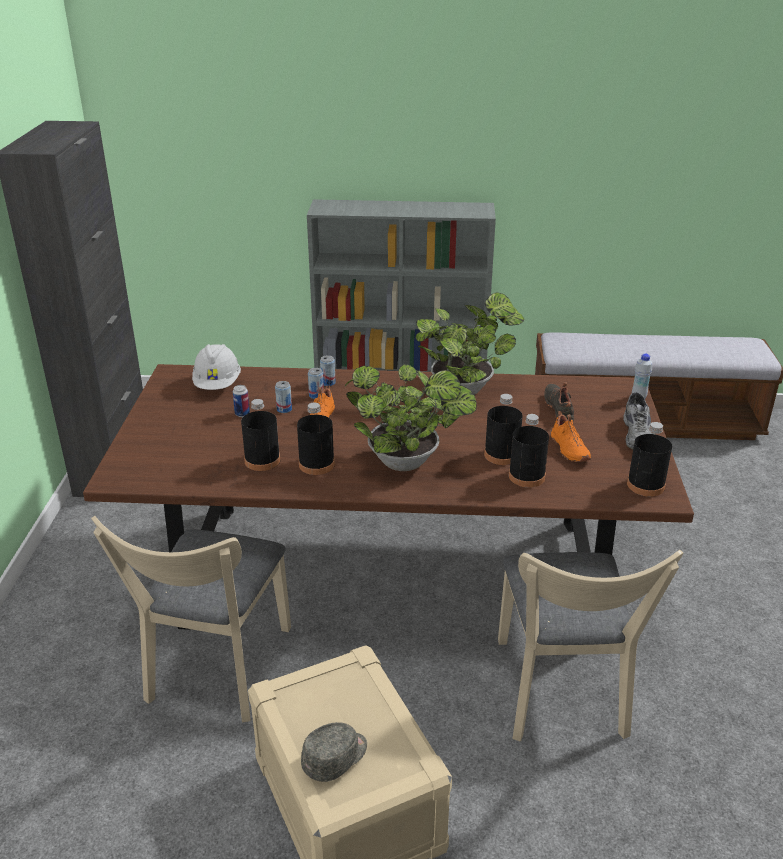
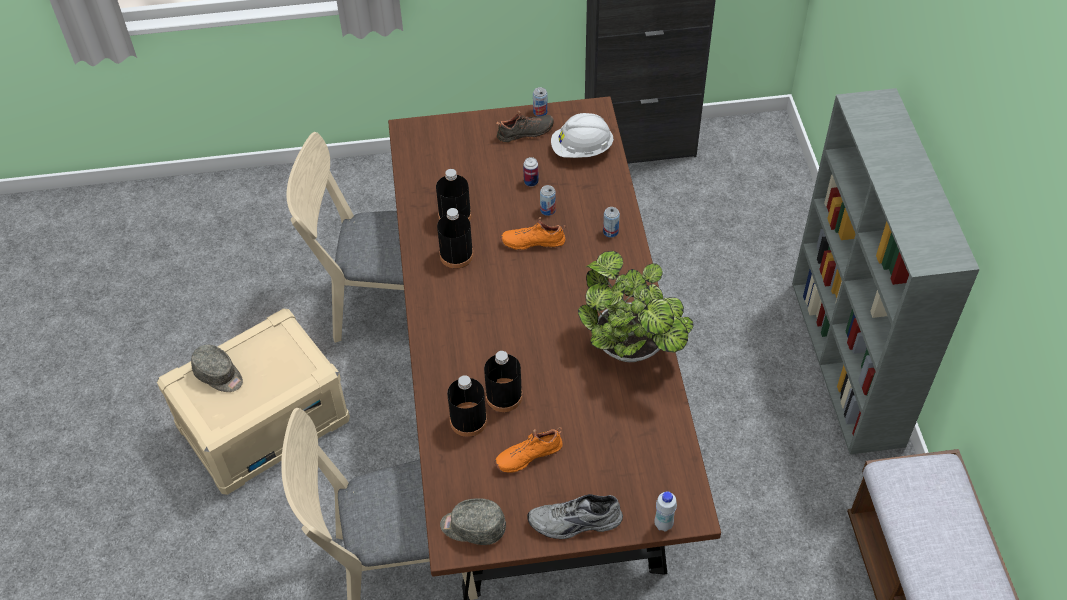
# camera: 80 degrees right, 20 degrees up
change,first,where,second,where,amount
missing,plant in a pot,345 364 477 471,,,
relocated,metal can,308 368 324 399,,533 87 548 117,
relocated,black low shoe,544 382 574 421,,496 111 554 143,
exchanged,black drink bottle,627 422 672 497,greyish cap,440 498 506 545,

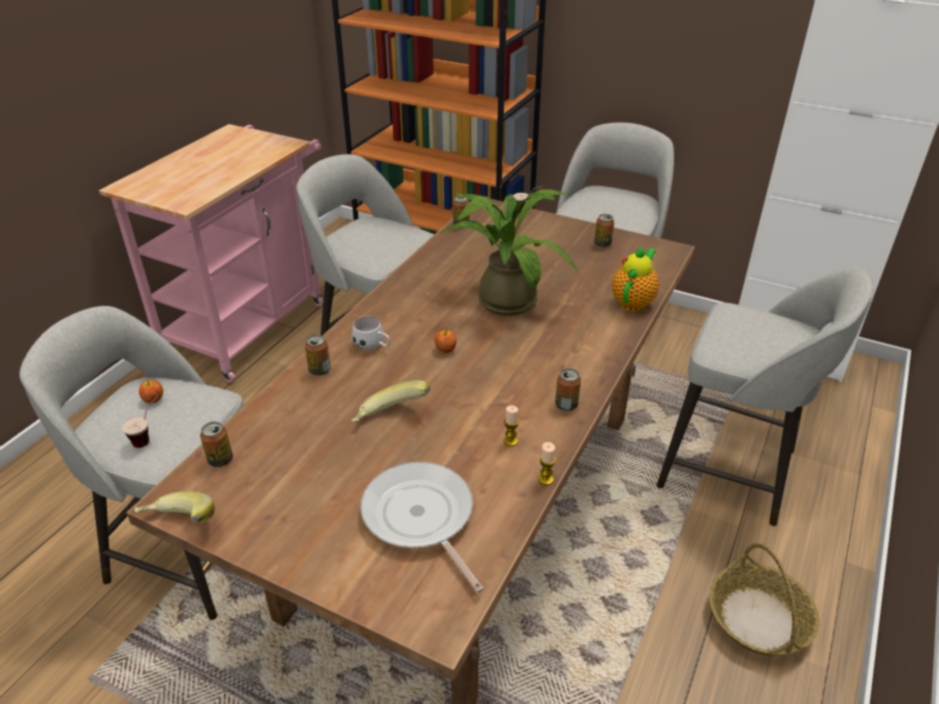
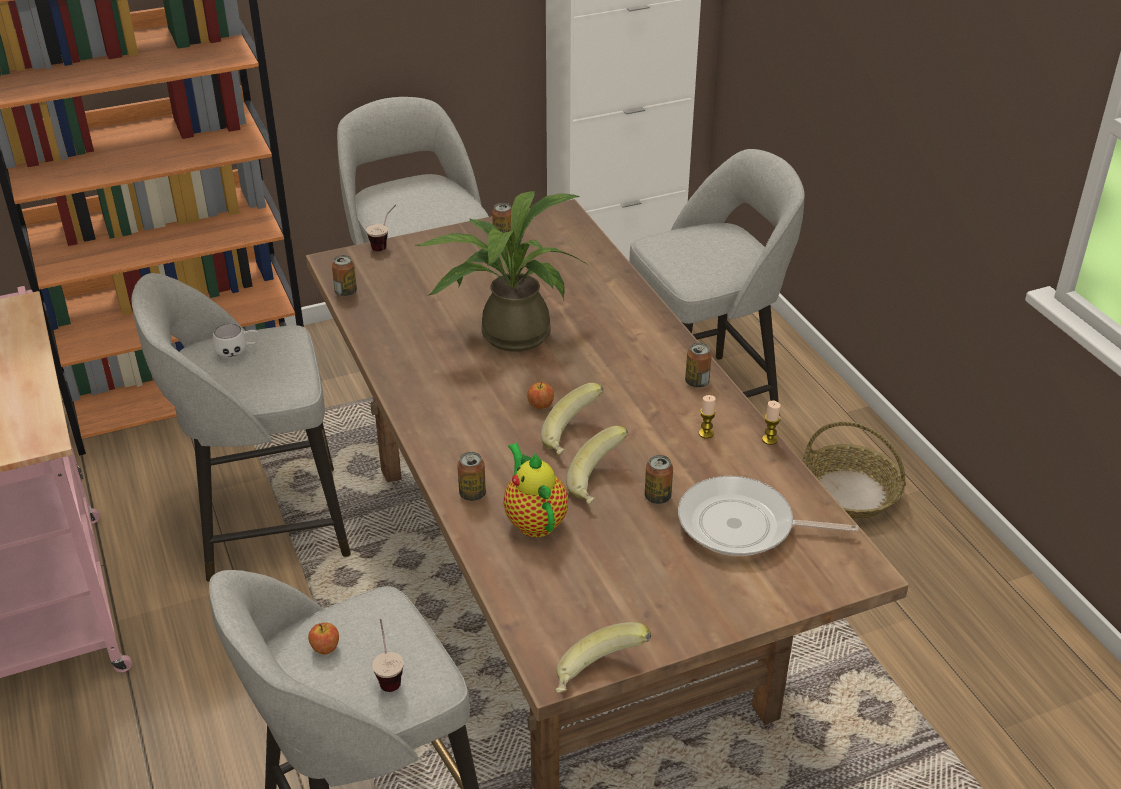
# camera: 50 degrees left, 0 degrees up
change,first,where,second,where,amount
appeared,,,banana fruit,541 383 604 455,
relocated,metal can,200 422 233 467,,645 455 673 504,
relocated,whitish mug,352 317 390 350,,213 323 259 359,
relocated,teapot,612 246 659 311,,503 443 568 537,

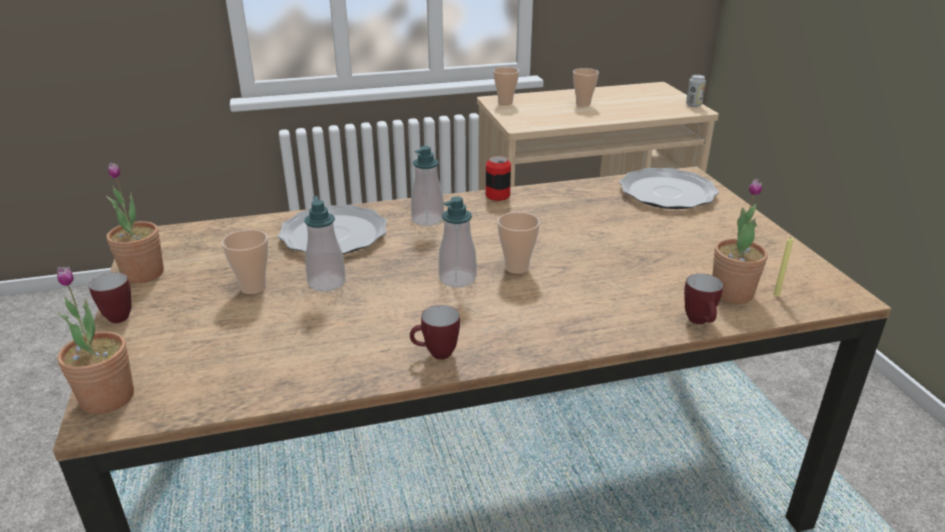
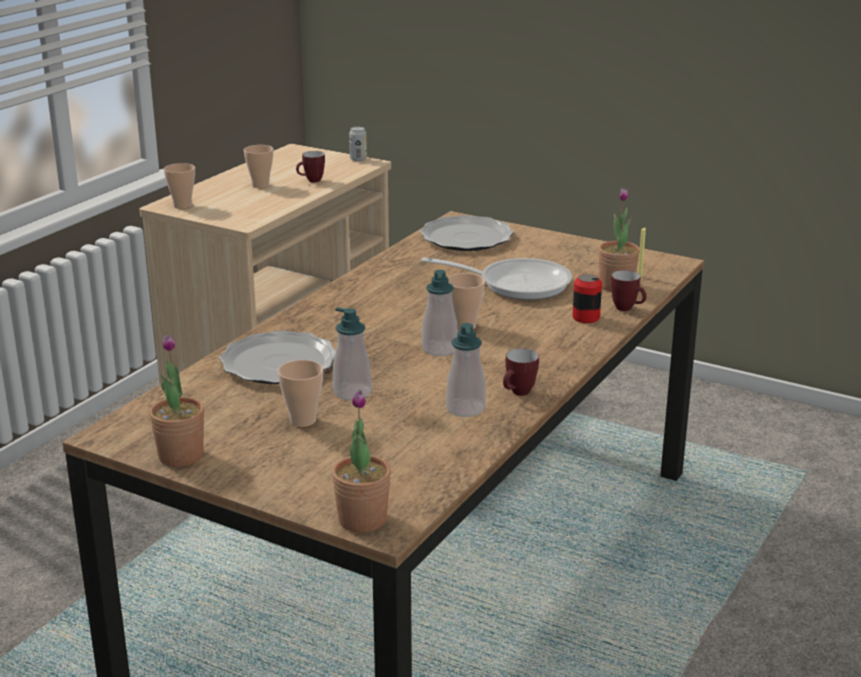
# camera: 45 degrees left, 5 degrees down
change,first,where,second,where,amount
appeared,,,pan,421 257 572 300,
relocated,mug,89 272 132 323,,296 151 325 183,
relocated,soap bottle,411 146 444 226,,446 323 486 417,
relocated,metal can,486 156 511 201,,572 274 602 323,

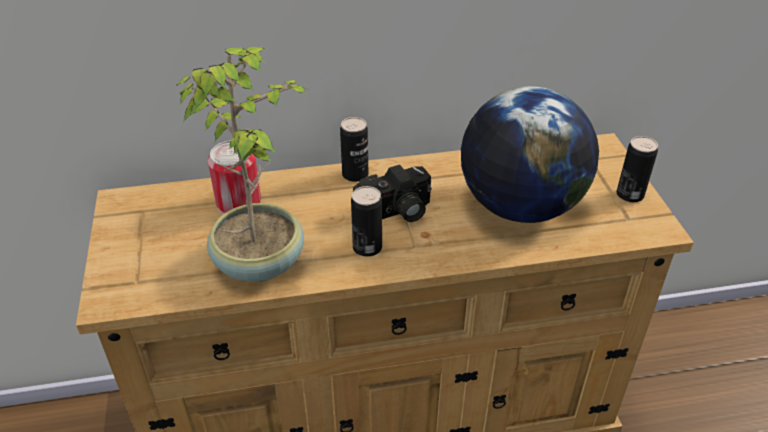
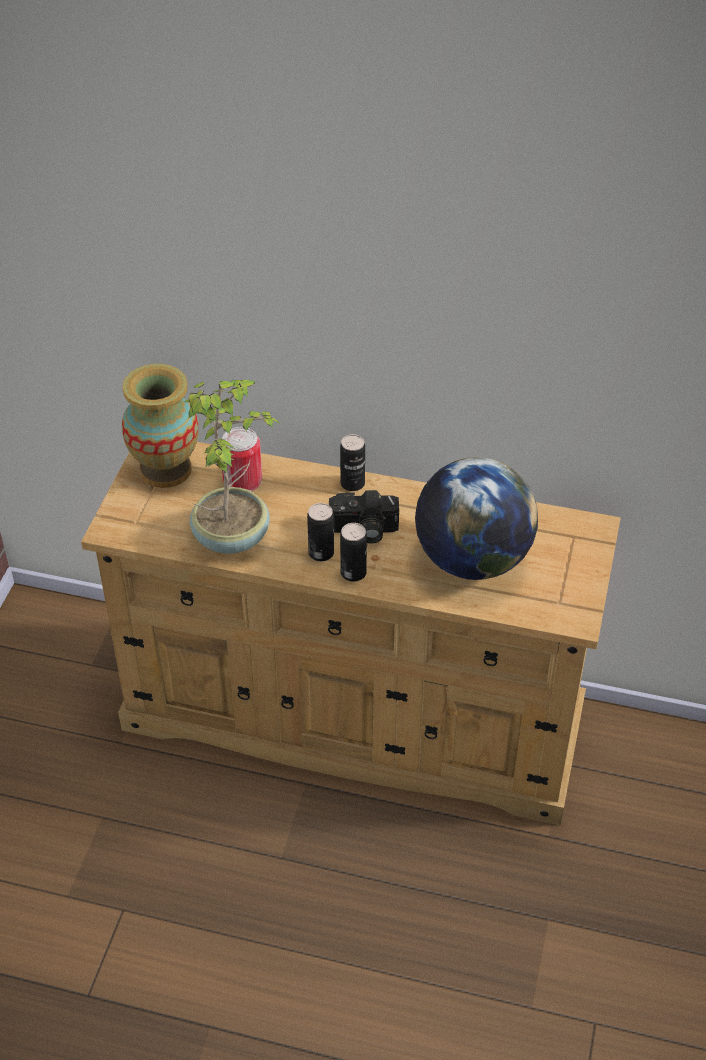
# camera: 25 degrees right, 5 degrees up
change,first,where,second,where,amount
appeared,,,flower vase,122 364 199 488,
relocated,metal can,617 136 658 202,,340 523 367 582,

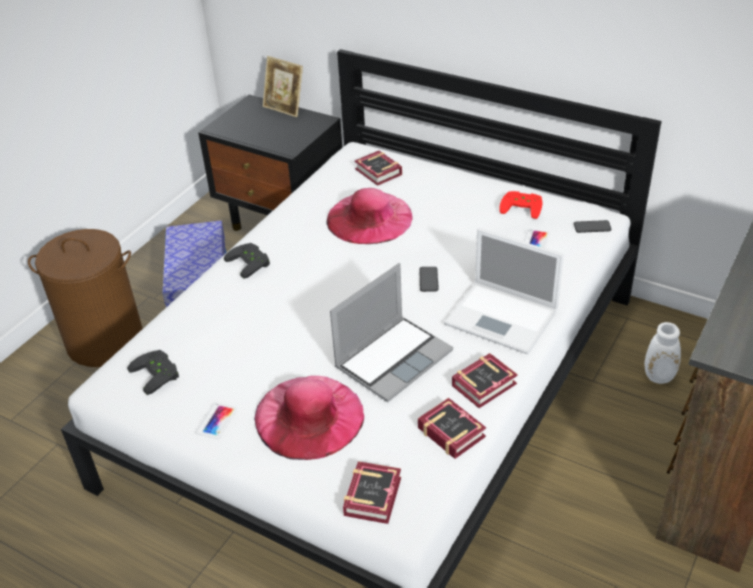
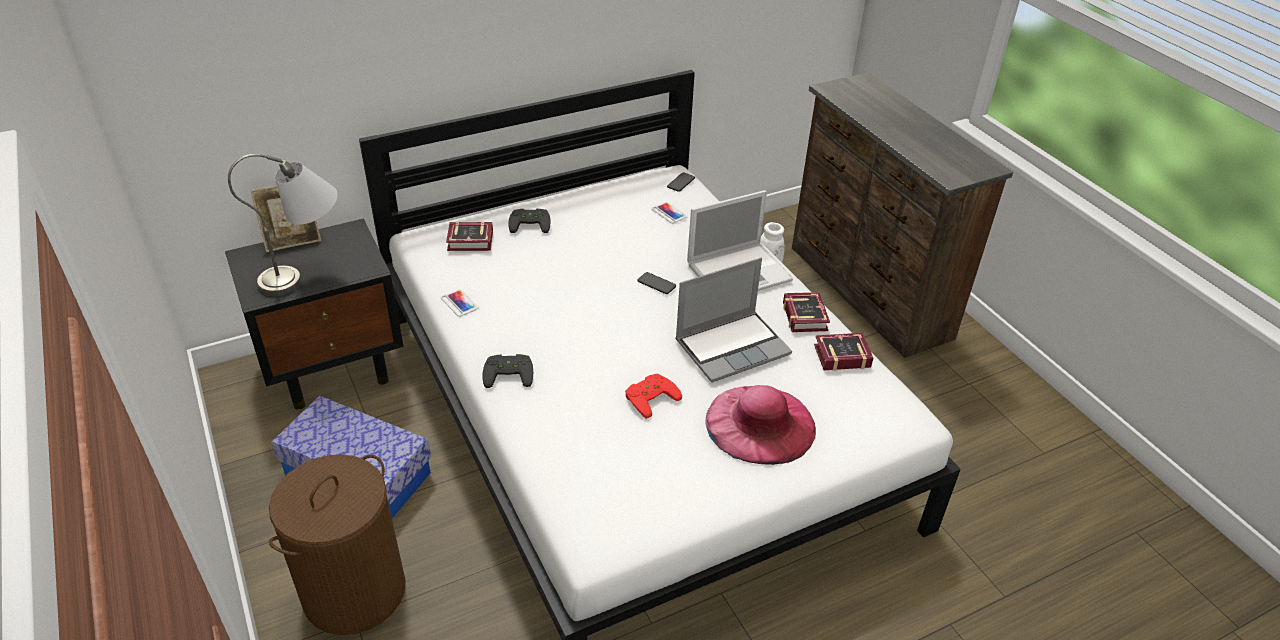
# camera: 60 degrees left, 0 degrees up
change,first,where,second,where,amount
missing,pink clothing hat,326 188 413 244,,,
missing,volume,343 461 401 524,,,
appeared,,,greyish tabletop lamp,228 154 338 296,
relocated,black gamepad,127 350 179 395,,508 209 551 233,
relocated,phone,195 402 237 439,,440 289 479 317,
relocated,reddish gamepad,499 191 543 219,,625 373 682 419,
spun,portable computer,330 263 453 402,,675 258 792 383,75 degrees clockwise

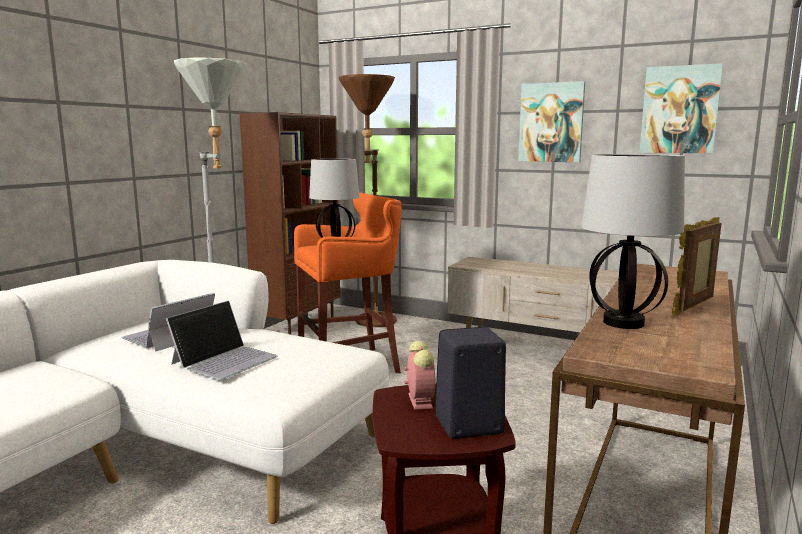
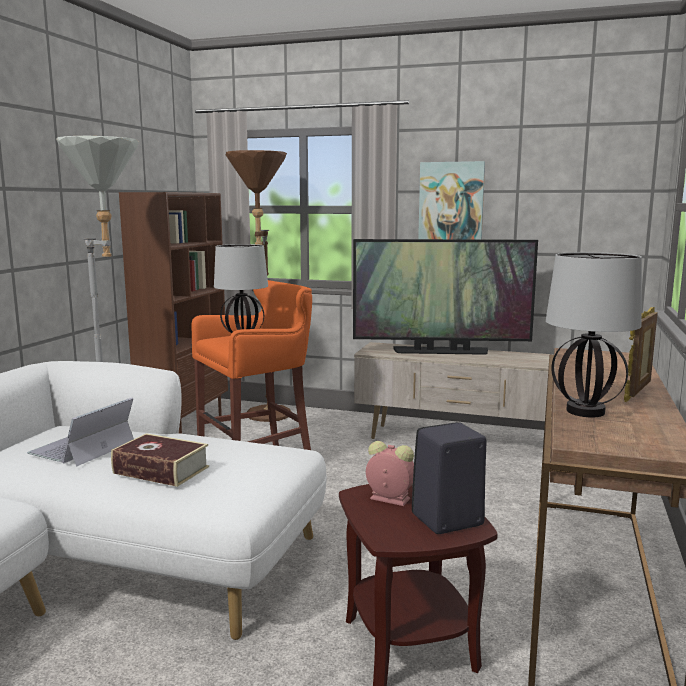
# camera: 10 degrees left, 0 degrees up
change,first,where,second,where,amount
missing,wall picture,639 63 723 153,,,
appeared,,,TV set,353 239 538 355,
exchanged,portable computer,166 301 278 380,volume,111 433 209 487,
spun,alarm clock,404 341 436 410,,366 441 414 506,45 degrees counterclockwise

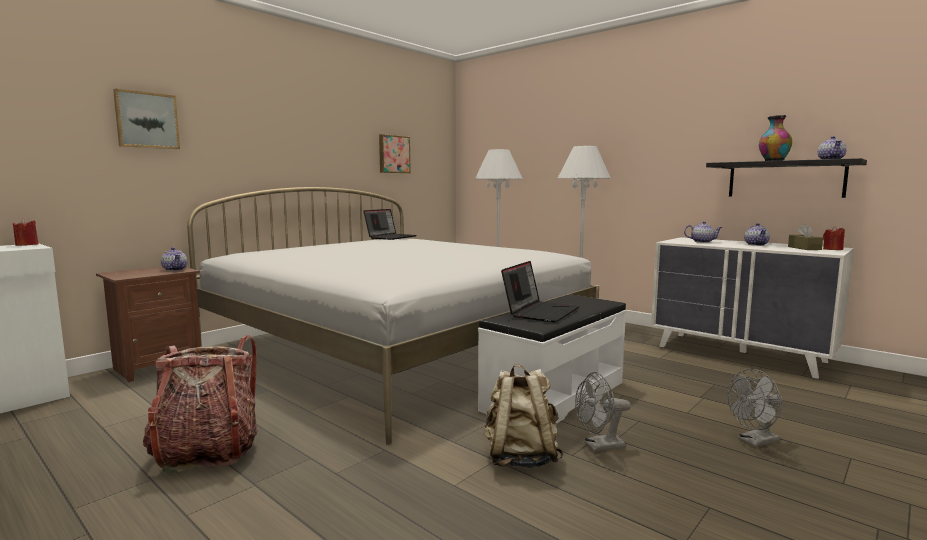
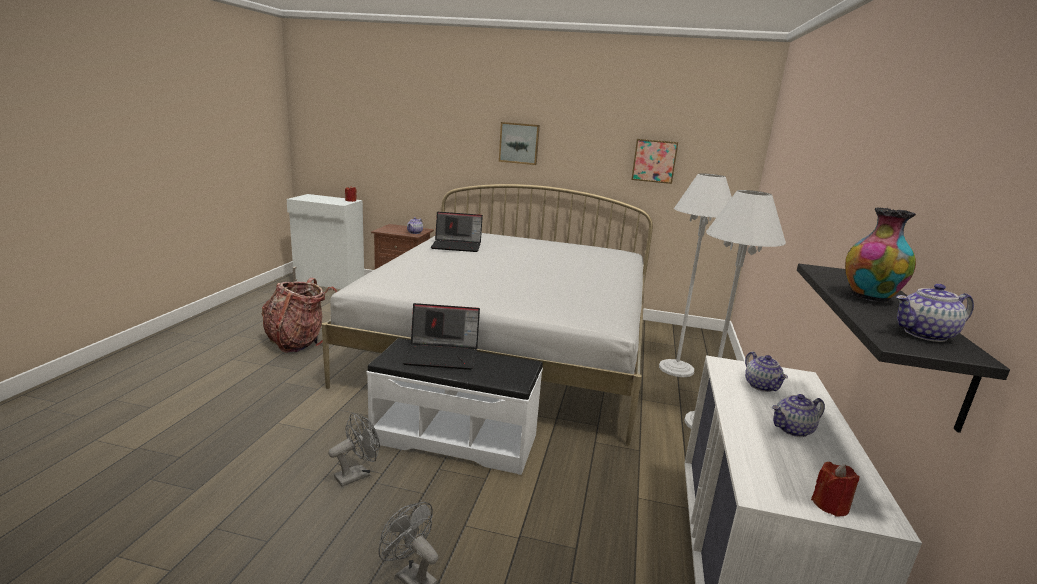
# camera: 60 degrees right, 10 degrees up
change,first,where,second,where,amount
missing,beige-coloured knapsack,484 364 564 468,,,
missing,brownish tissue holder,788 224 823 250,,,
relocated,wall picture,113 89 180 149,,499 122 540 165,
relocated,portable computer,363 209 417 240,,431 212 483 252,
spun,greyish electric fan,575 372 631 452,,328 413 380 487,90 degrees clockwise

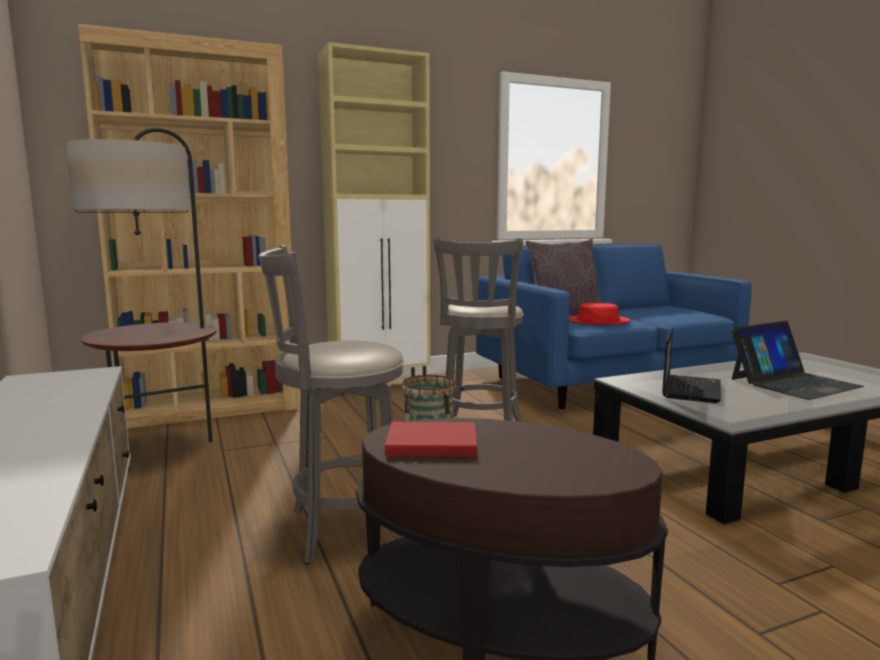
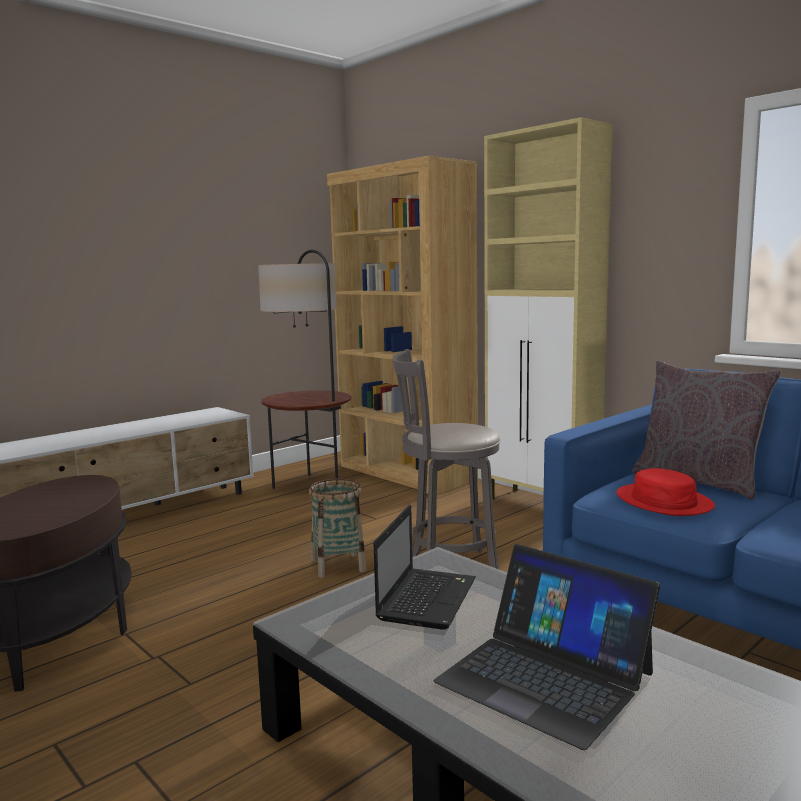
# camera: 70 degrees right, 0 degrees up
change,first,where,second,where,amount
missing,greyish stool seat,259 246 404 564,,,
missing,reddish volume,385 422 477 457,,,
spun,portable computer,662 327 721 403,,373 505 476 630,75 degrees counterclockwise

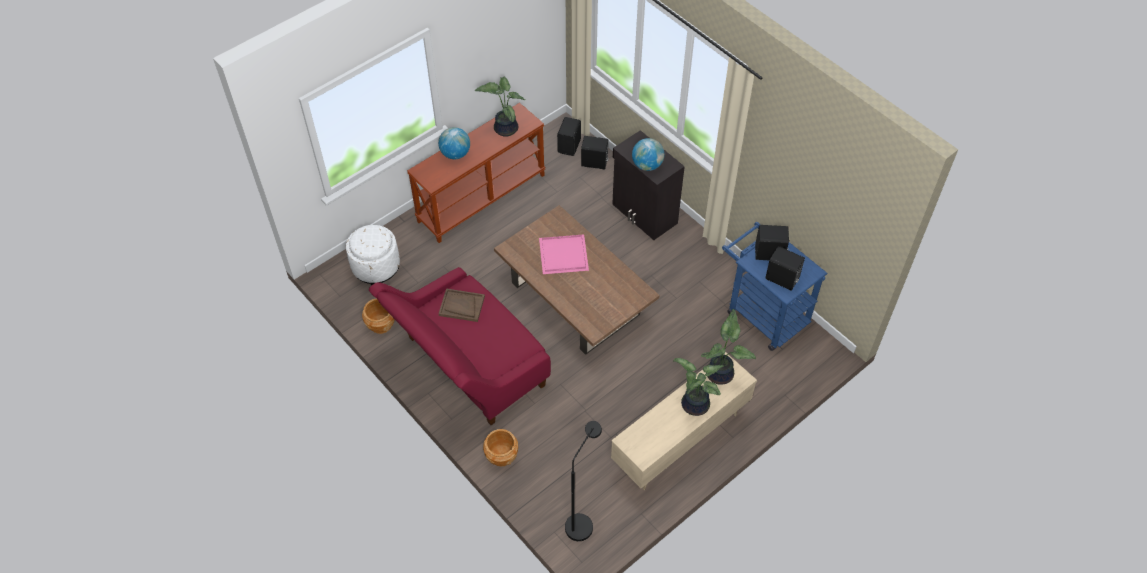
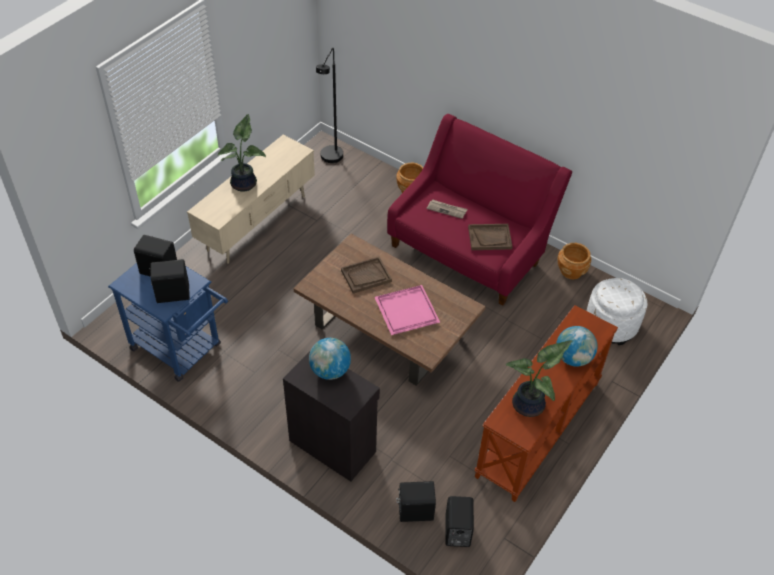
# camera: 165 degrees right, 5 degrees down
change,first,where,second,where,amount
missing,plant in a pot,701 309 756 385,,,
appeared,,,brownish carrying tray,341 257 392 294,
appeared,,,newspaper,427 200 468 219,

